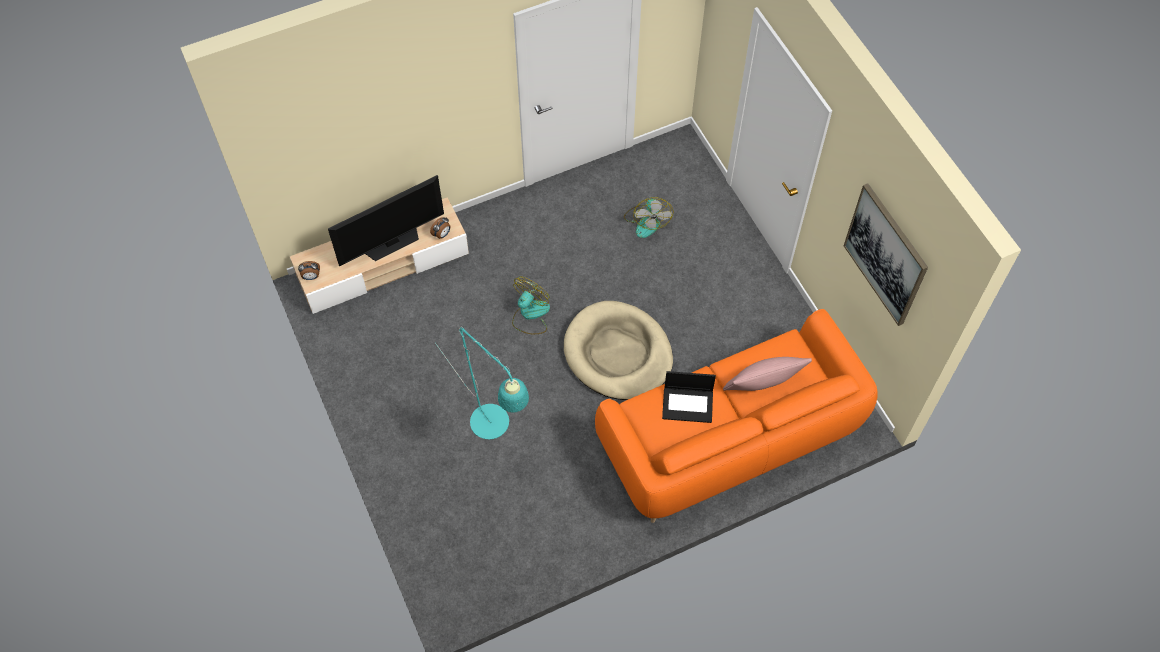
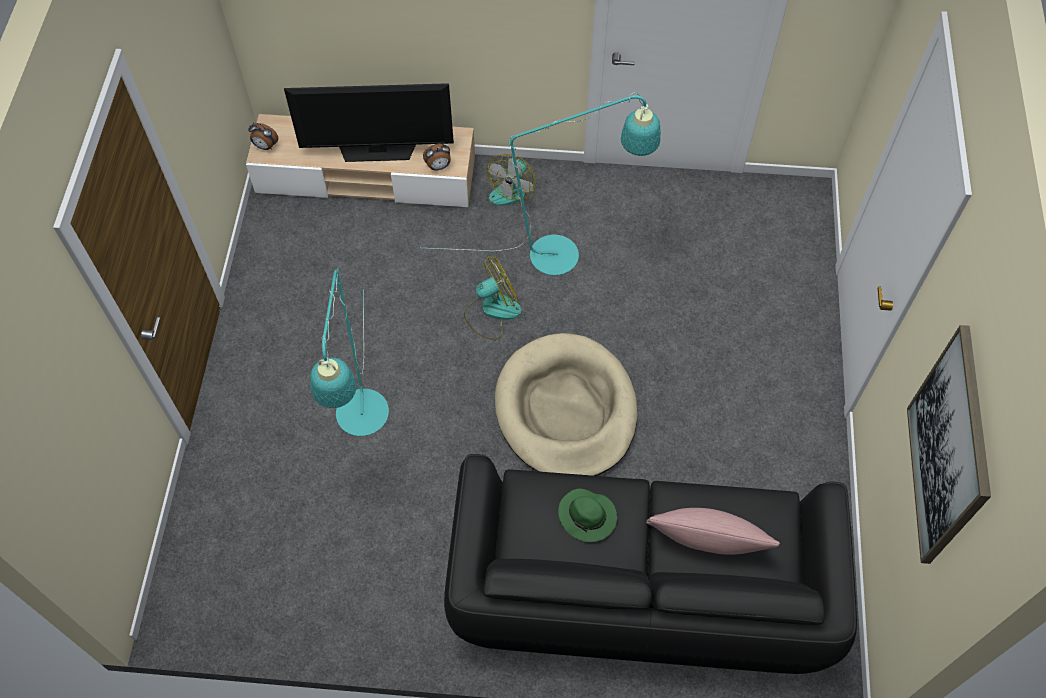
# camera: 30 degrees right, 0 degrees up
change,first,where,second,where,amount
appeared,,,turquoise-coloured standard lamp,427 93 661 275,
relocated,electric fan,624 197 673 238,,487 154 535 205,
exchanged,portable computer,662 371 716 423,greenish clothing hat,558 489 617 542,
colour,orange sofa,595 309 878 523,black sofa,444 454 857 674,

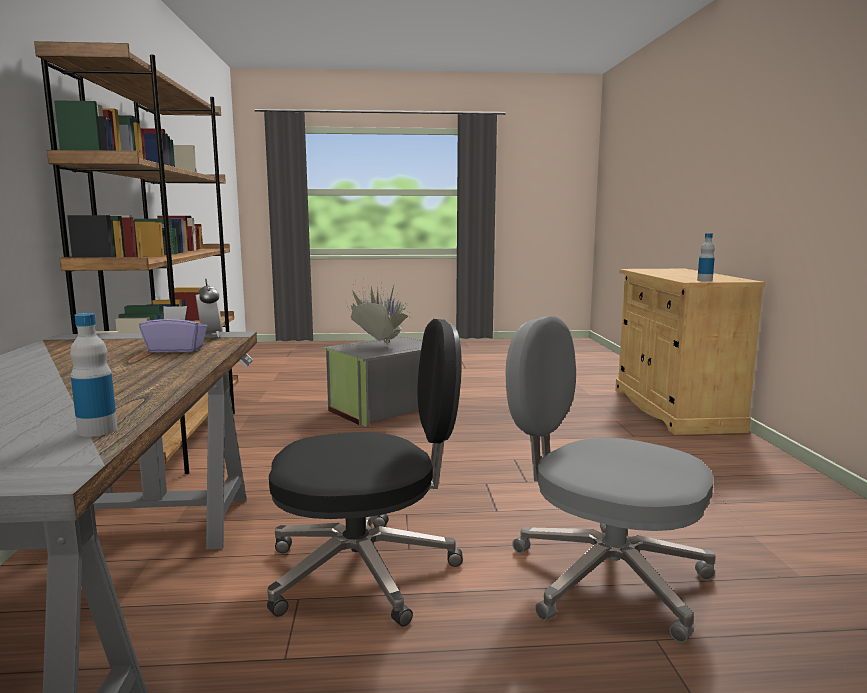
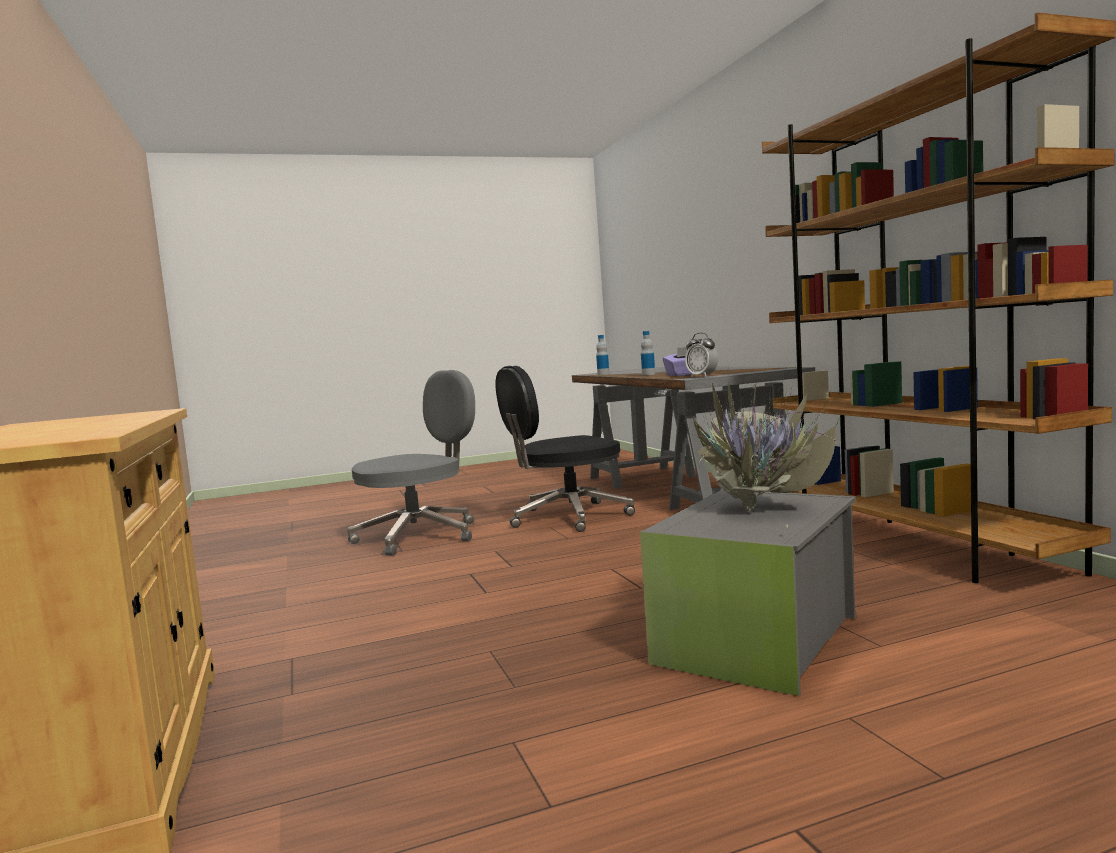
# camera: 165 degrees right, 5 degrees down
change,first,where,second,where,amount
relocated,drink bottle,697 233 715 282,,641 331 655 375,
spun,greyish office chair,505 316 715 642,,347 370 475 556,60 degrees counterclockwise

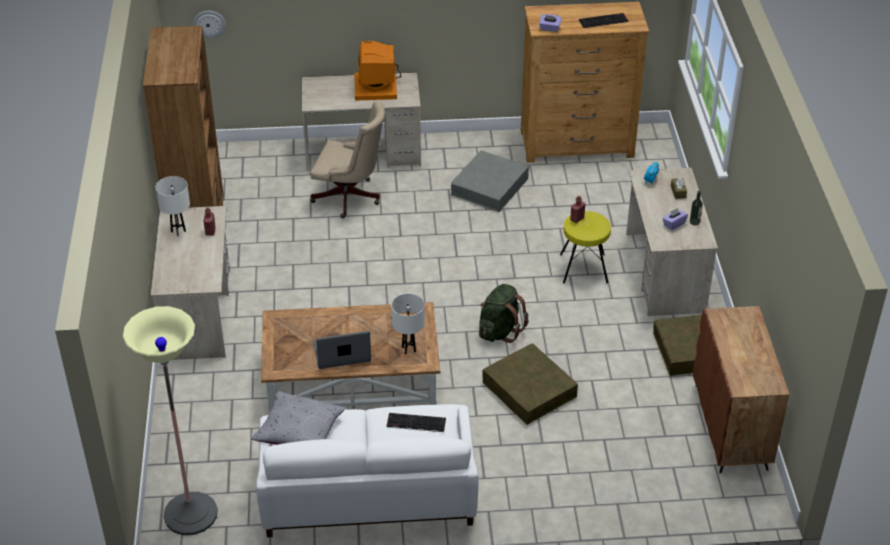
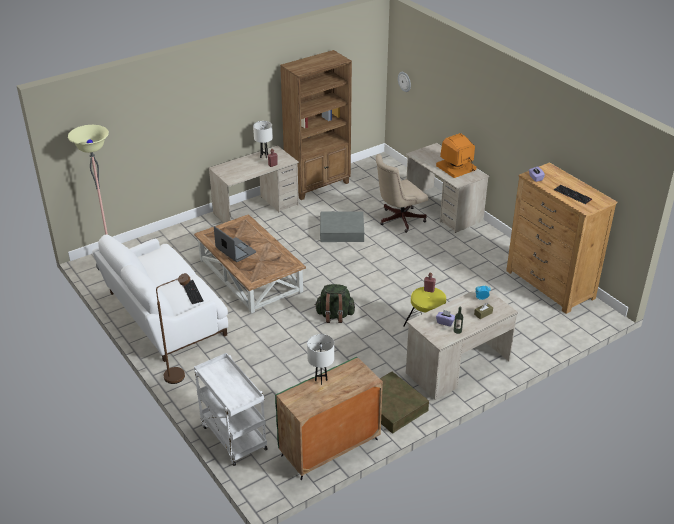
# camera: 60 degrees right, 5 degrees down
change,first,where,second,where,amount
missing,greyish throw pillow,251 391 345 445,,,
missing,brownish storage container,483 343 578 425,,,
appeared,,,brownish standard lamp,156 273 190 384,
appeared,,,whitish cart,194 353 268 466,
relocated,whitish tabletop lamp,391 294 425 355,,307 334 334 385,
relocated,greyish storage container,451 150 529 212,,320 211 364 242,
colour,brownish storage cabinet,693 306 789 474,greenish storage cabinet,275 356 383 480,
spun,beige-coloured office chair,310 100 385 218,,376 154 428 233,75 degrees clockwise

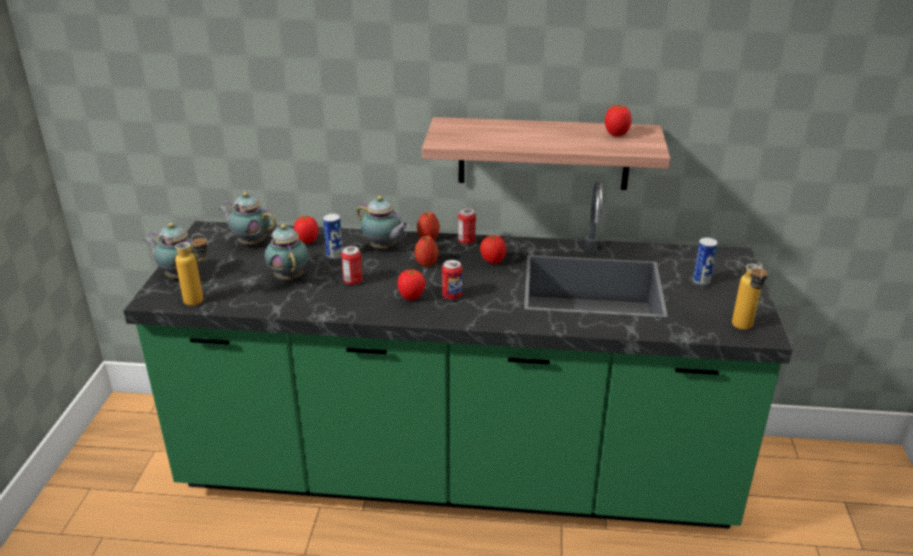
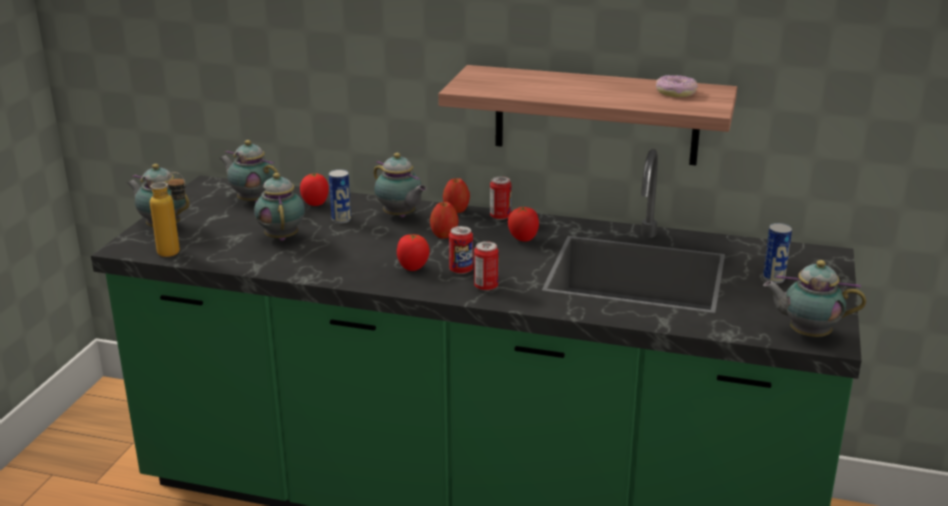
# camera: 10 degrees right, 5 degrees down
change,first,where,second,where,amount
relocated,metal can,341 246 362 285,,474 241 499 291,
exchanged,fresh tomato,605 104 632 136,ring doughnut,656 75 698 97,
exchanged,drink bottle,732 263 768 330,teapot,763 260 866 337,

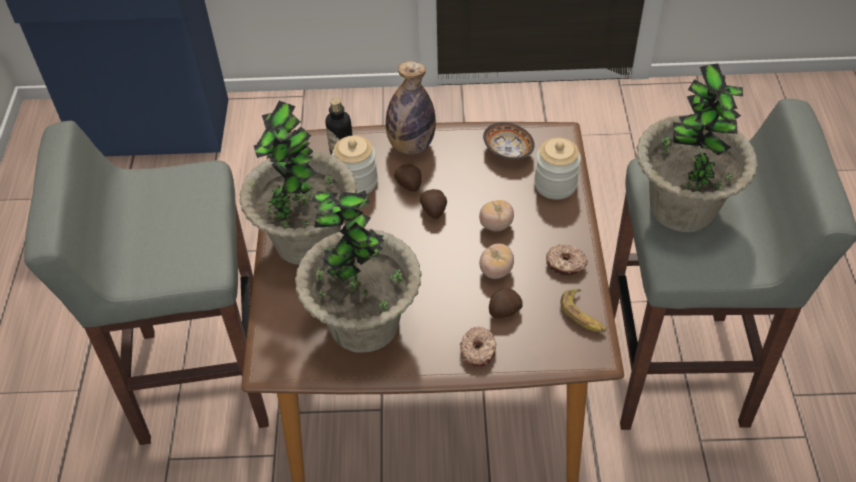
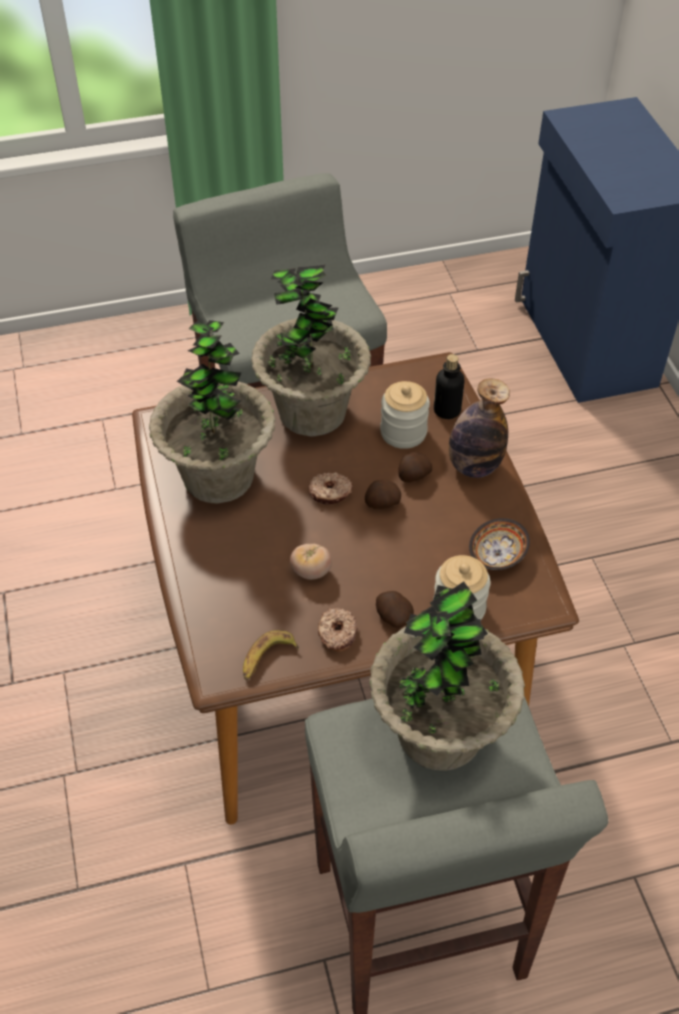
# camera: 75 degrees right, 0 degrees up
change,first,where,second,where,amount
missing,fresh tomato,479 200 514 231,,,
relocated,ring doughnut,460 326 496 367,,309 472 353 505,
relocated,potato,489 288 523 318,,376 591 414 628,

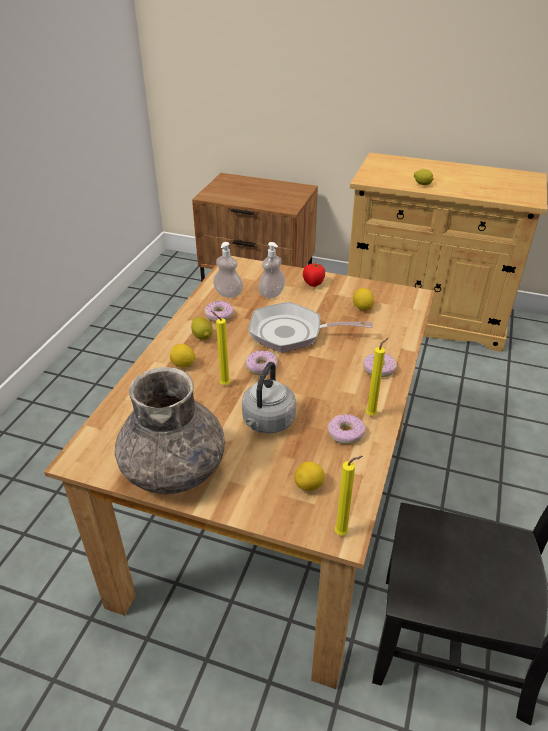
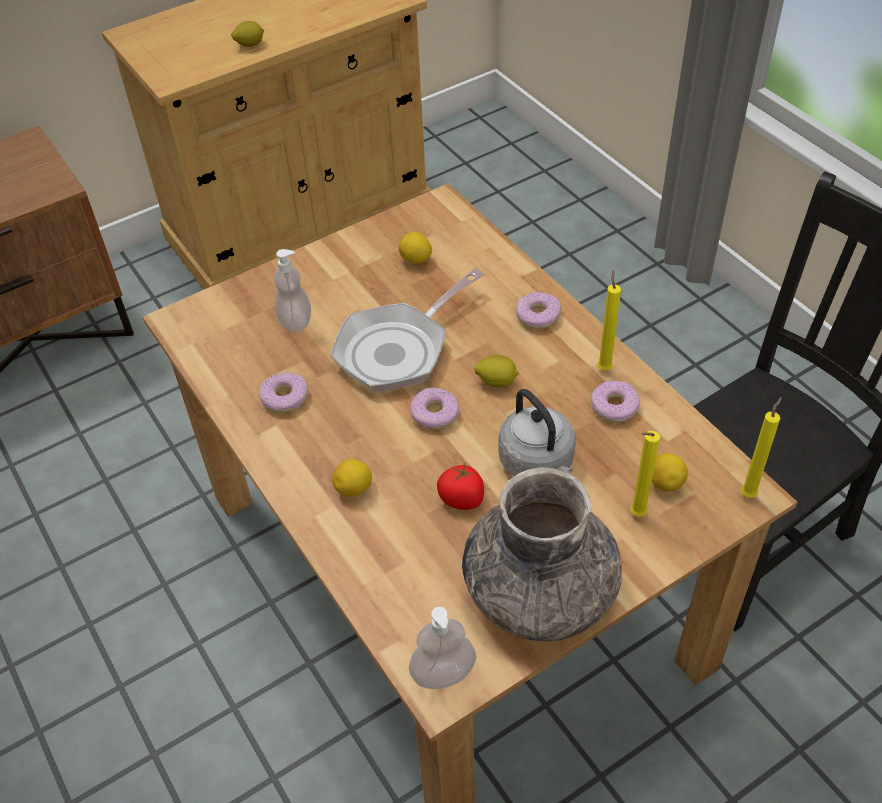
# camera: 50 degrees left, 10 degrees up
change,first,where,second,where,amount
relocated,citrus fruit,191 317 213 340,,474 355 519 387,
relocated,yellow-coloured wax candle,211 311 230 385,,630 431 660 517,
relocated,soap bottle,213 242 243 298,,409 607 477 689,
relocated,fresh tomato,303 263 325 287,,437 462 484 510,

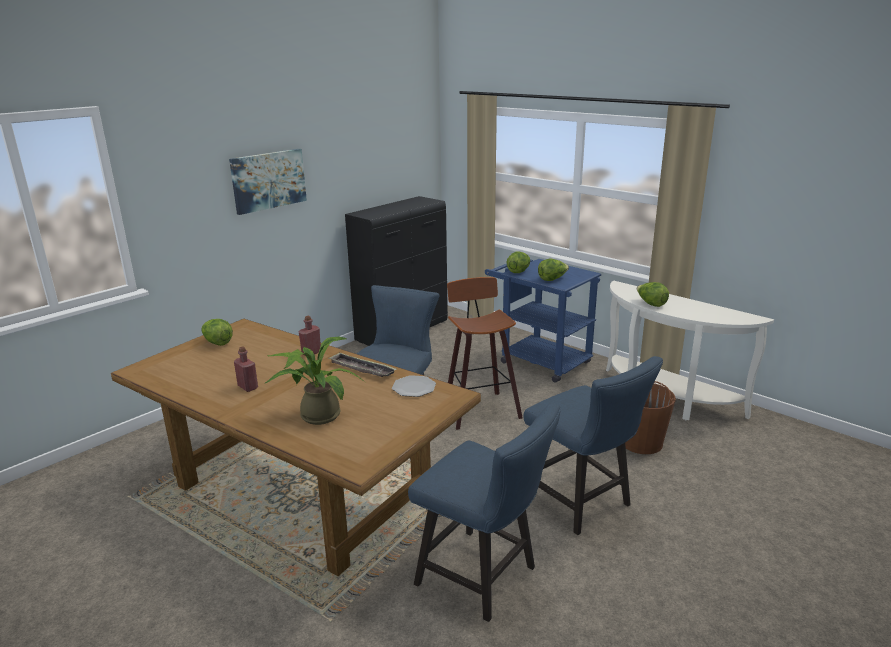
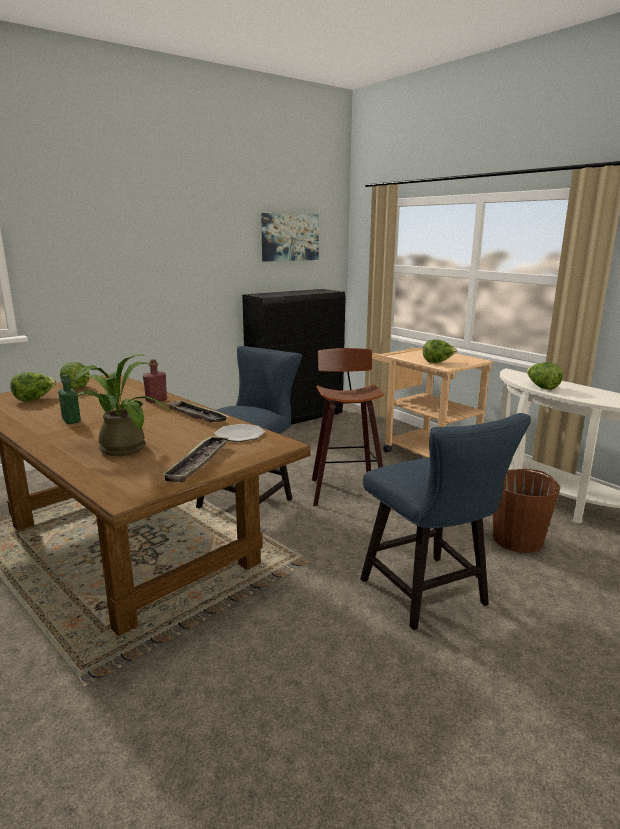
# camera: 10 degrees right, 5 degrees down
change,first,where,second,where,amount
missing,blue-coloured chair,408 404 561 622,,,
appeared,,,carrying tray,162 436 229 482,
relocated,wall picture,229 149 307 215,,261 213 319 262,
relocated,head of lettuce,506 252 530 273,,10 372 57 401,
colour,reddish drink bottle,234 347 258 392,greenish drink bottle,58 375 81 424,
colour,blue-coloured cart,485 259 601 383,beige-coloured cart,372 347 493 458,

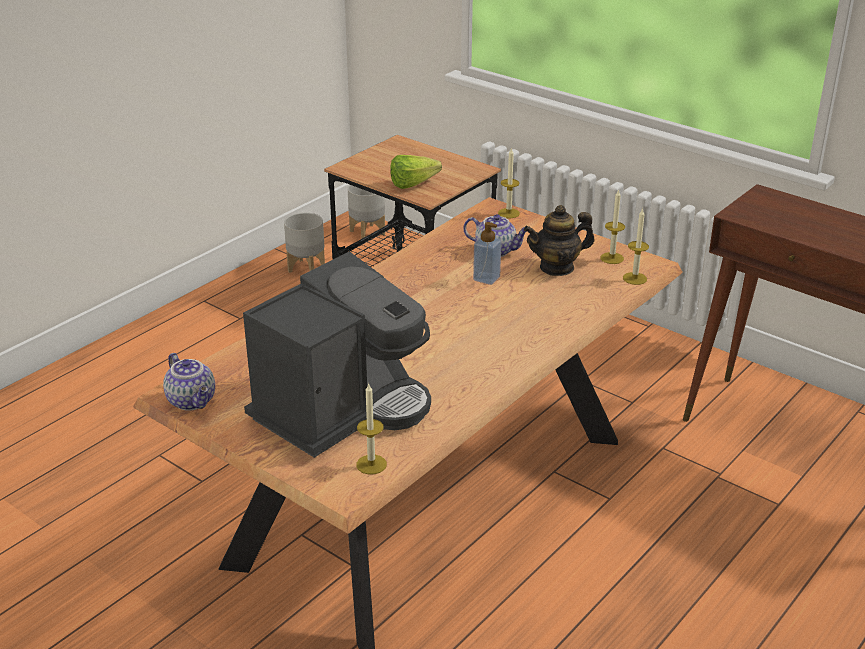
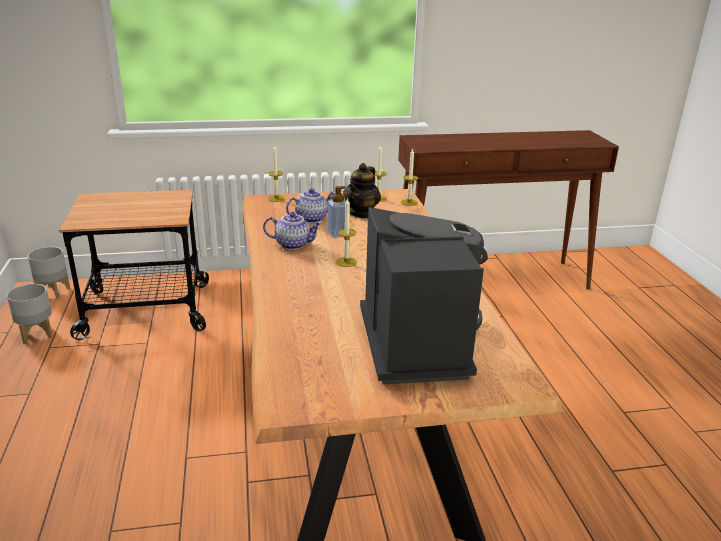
# camera: 50 degrees left, 5 degrees down
change,first,where,second,where,amount
missing,head of lettuce,390 155 442 189,,,
relocated,teapot,163 353 215 411,,263 212 322 250,
relocated,wax candle,356 384 387 475,,336 198 357 267,

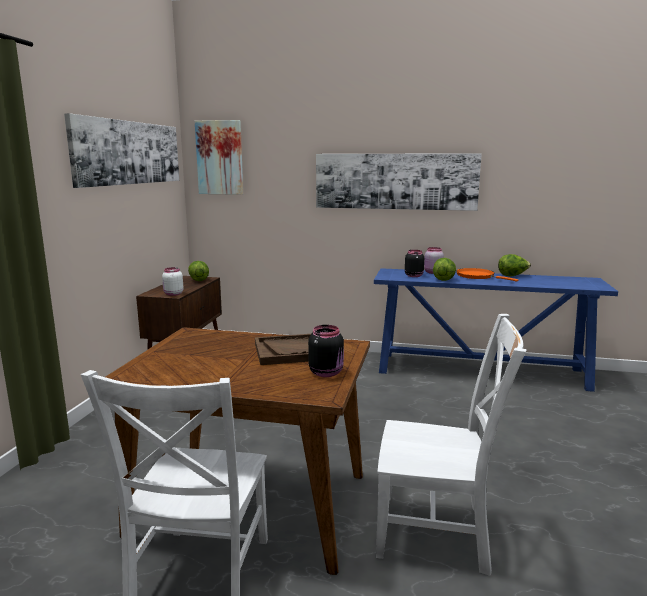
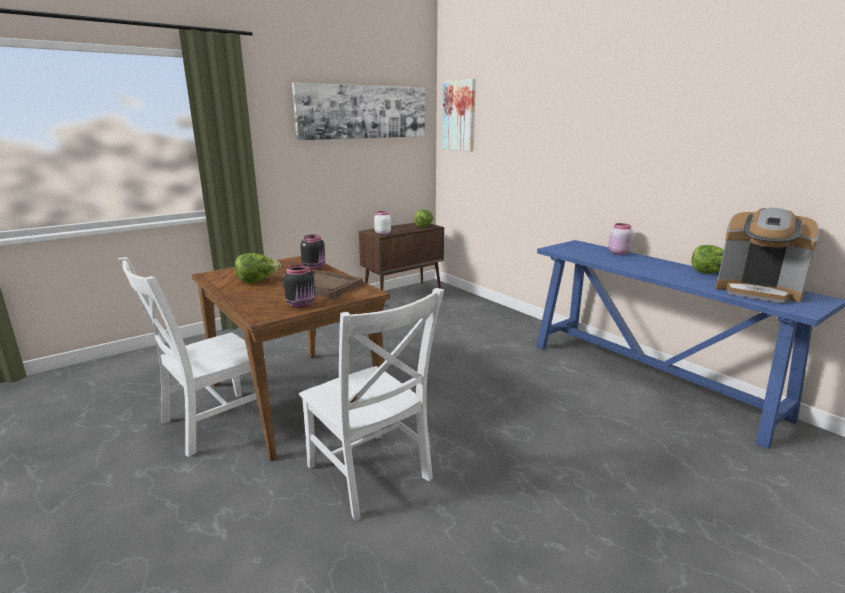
# camera: 40 degrees right, 5 degrees up
change,first,where,second,where,amount
missing,wall picture,316 153 482 211,,,
missing,orange pan,456 268 519 282,,,
appeared,,,coffee maker,716 208 819 304,
relocated,black preserve jar,405 250 424 277,,300 235 326 269,
relocated,head of lettuce,433 258 456 281,,235 253 281 283,

